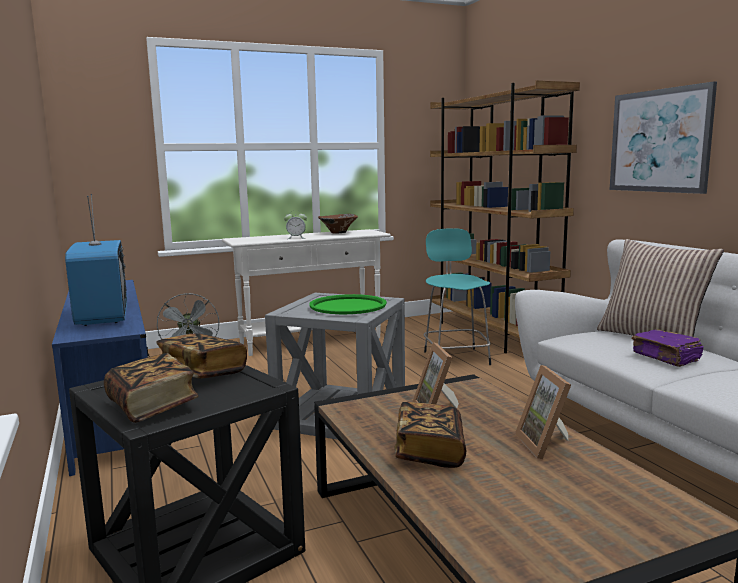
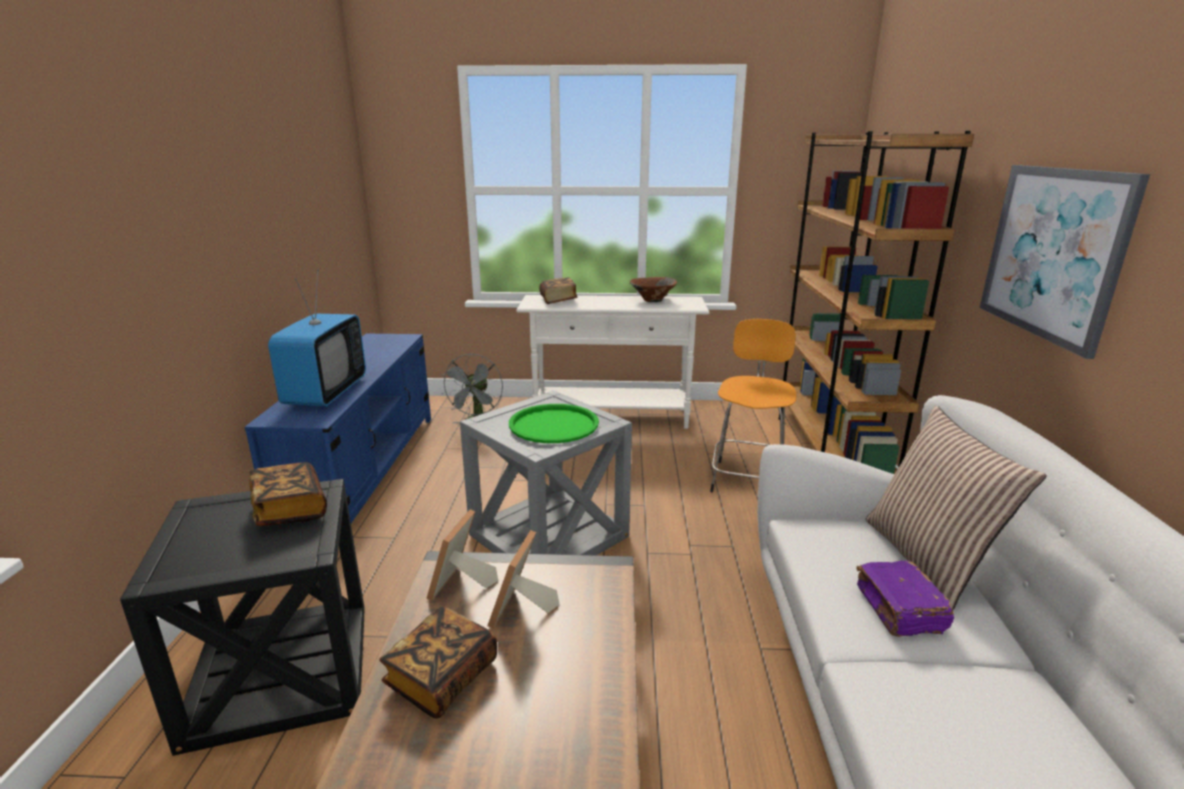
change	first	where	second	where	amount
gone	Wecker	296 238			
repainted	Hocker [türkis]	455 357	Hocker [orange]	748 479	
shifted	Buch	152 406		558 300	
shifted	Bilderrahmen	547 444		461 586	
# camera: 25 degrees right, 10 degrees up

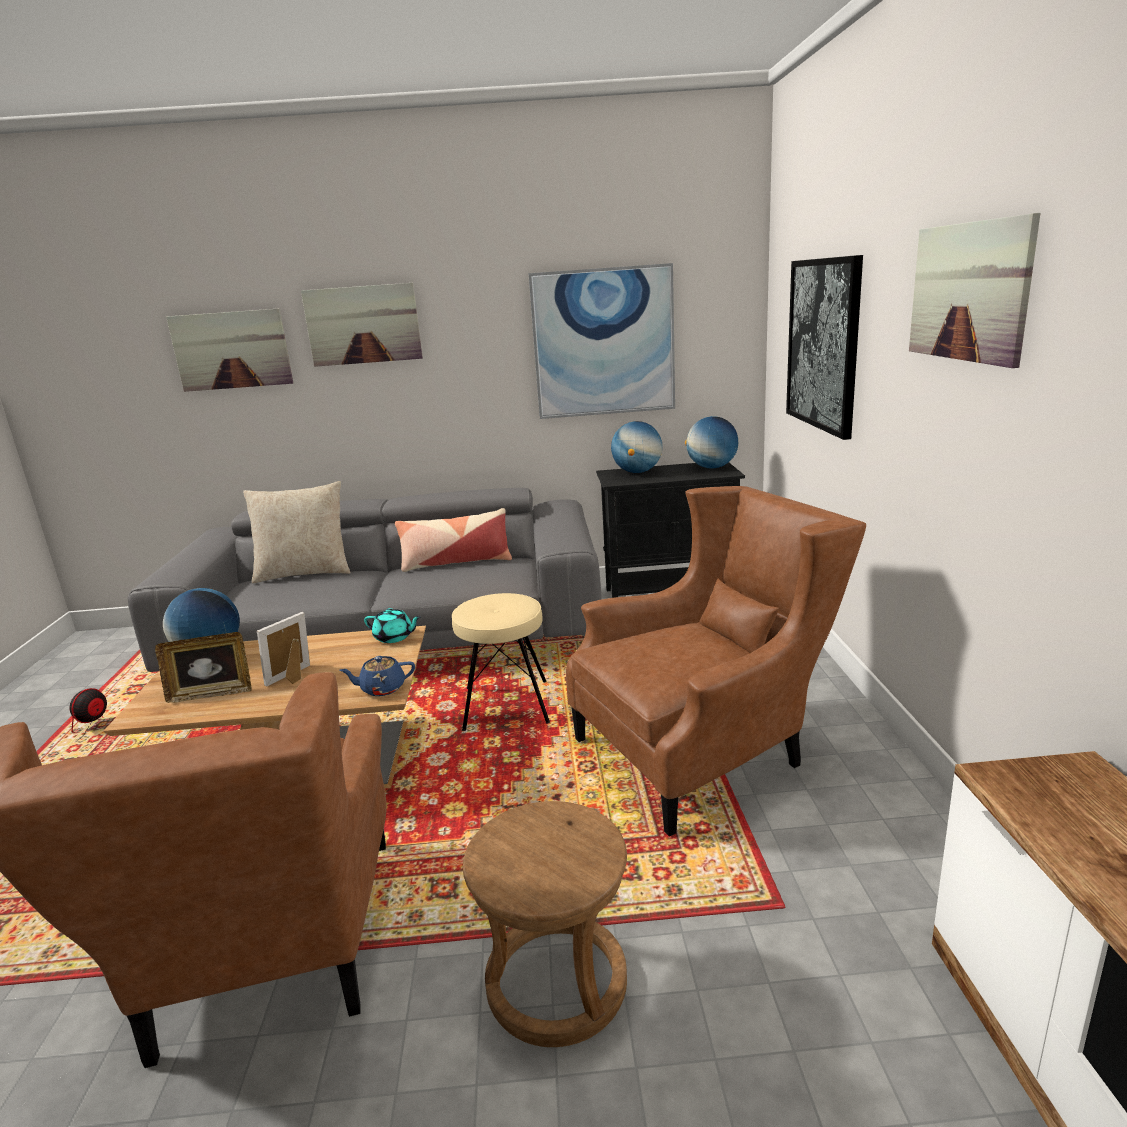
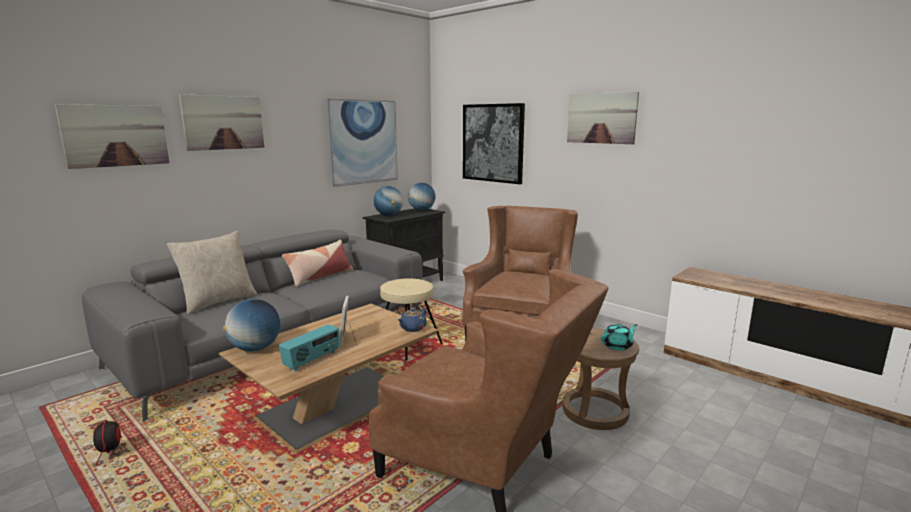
change	first	where	second	where	amount
shifted	Teekanne [türkis]	394 637		617 346	
swapped	Bilderrahmen	211 694	Radio	312 360	
# camera: 45 degrees left, 5 degrees down

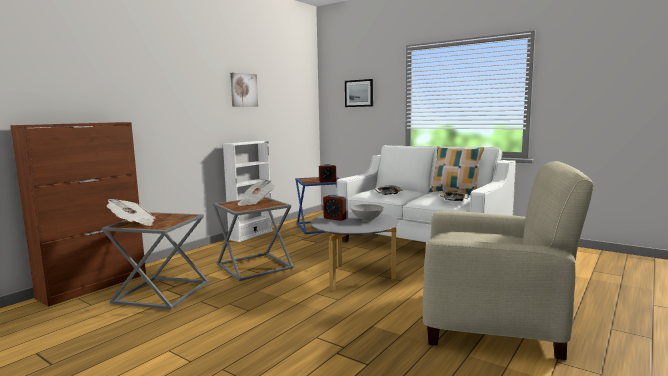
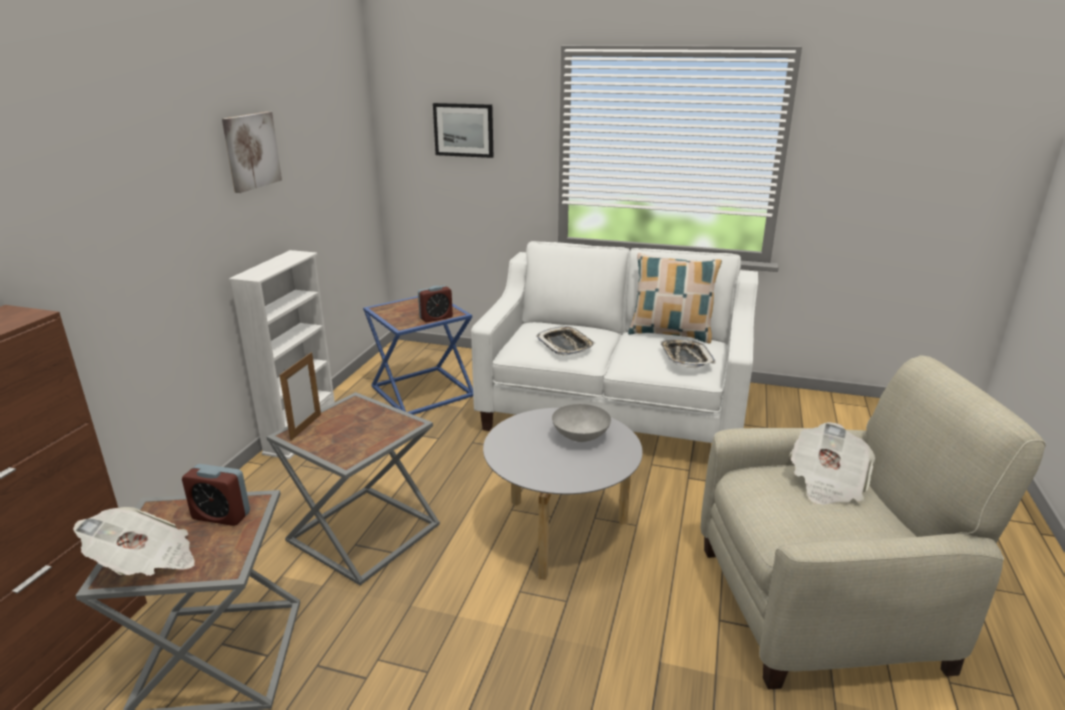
change	first	where	second	where	amount
shifted	Zeitung	256 202		827 483	
shifted	Wecker	335 218		221 516	
new			Bilderrahmen	306 427	
# camera: 20 degrees left, 15 degrees up

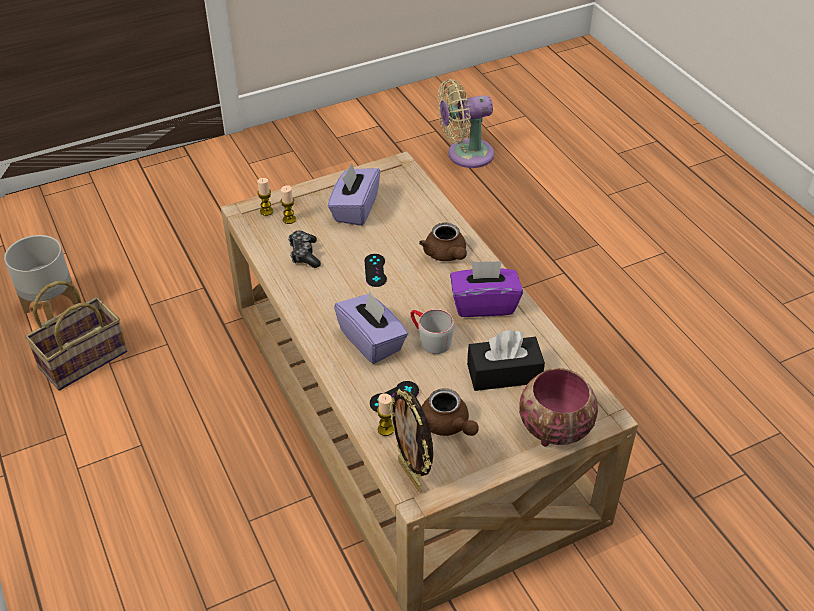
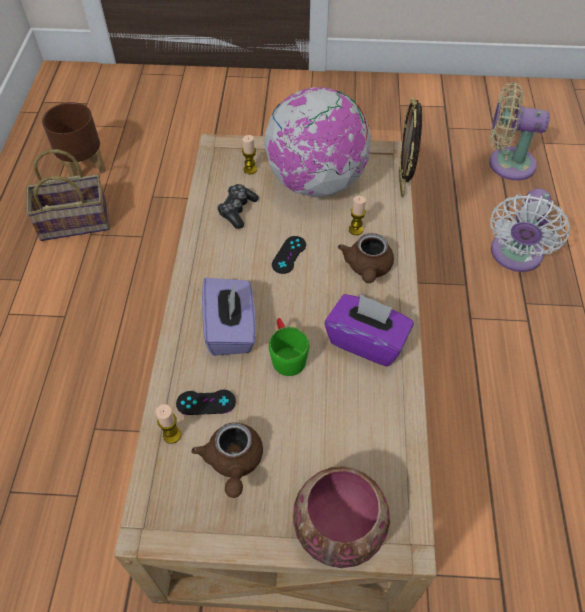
change	first	where	second	where	amount
swapped	Taschentuchbox [lila]	354 209	Globus	316 183	
shifted	Kerze	266 211		356 230	
repainted	Pflanzkübel [grau]	52 306	Pflanzkübel [braun]	84 168	
repainted	Henkelbecher [grau]	429 339	Henkelbecher [grün]	286 354	
gone	Taschentuchbox [schwarz]	504 373			
shifted	Bilderrahmen	411 475		402 184	
new			Ventilator [weiß]	514 256	
# camera: 30 degrees right, 10 degrees up

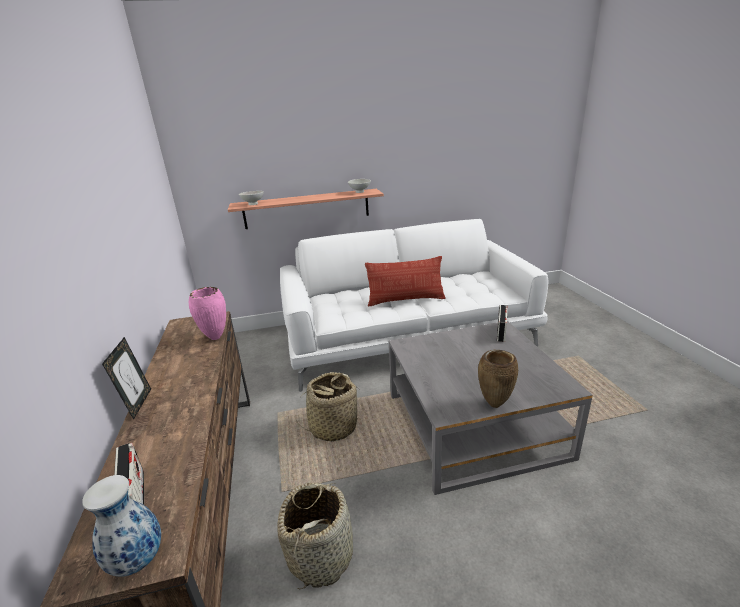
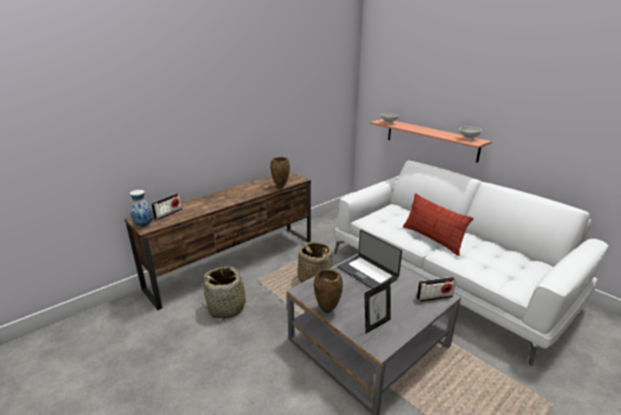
change	first	where	second	where	amount
repainted	Vase [rosa]	215 338	Vase [braun]	280 186	
shifted	Bilderrahmen	138 404		376 324	
new			Laptop	368 272	
# camera: 60 degrees right, 0 degrees up

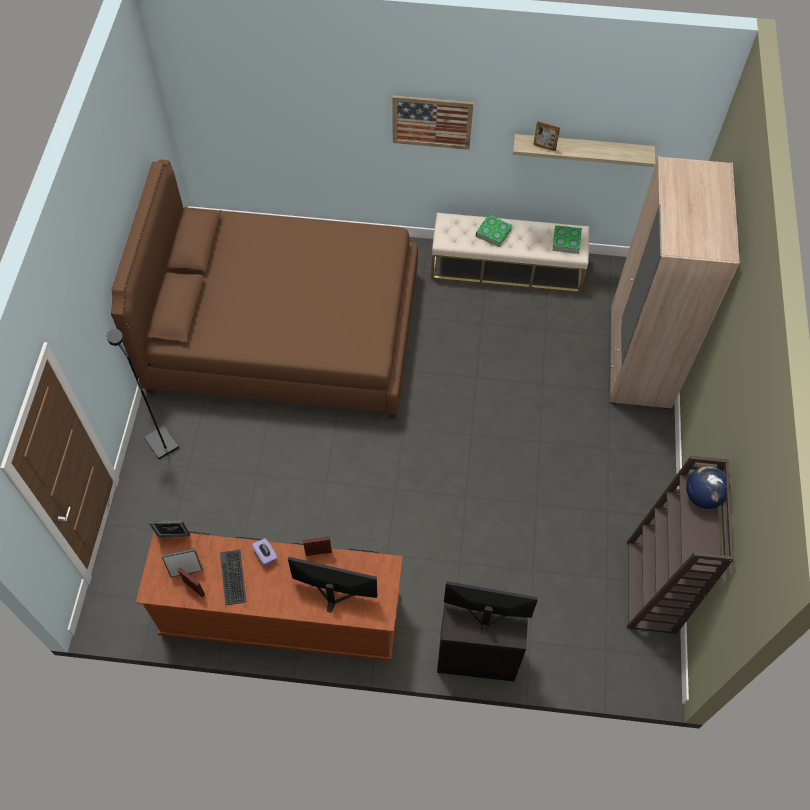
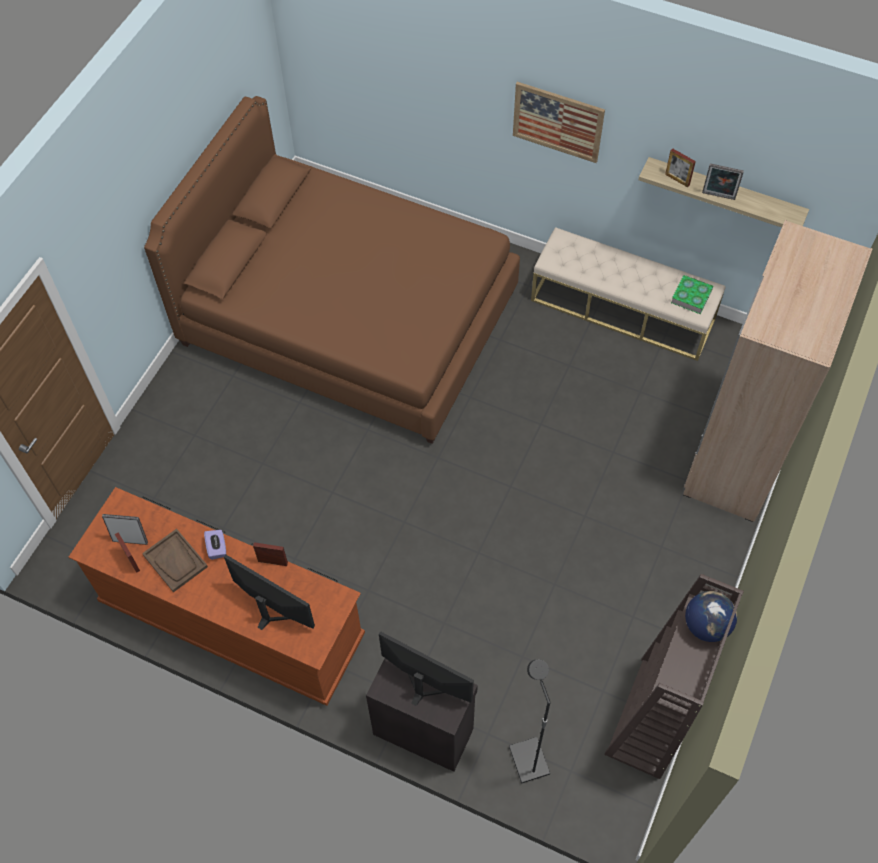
change	first	where	second	where	amount
gone	Buch	493 233			
shifted	Stehlampe [schwarz]	160 443		527 760	
shifted	Bilderrahmen	173 537		718 197	
swapped	Tastatur	233 577	Tablett [braun]	175 561	
# camera: 20 degrees right, 0 degrees up

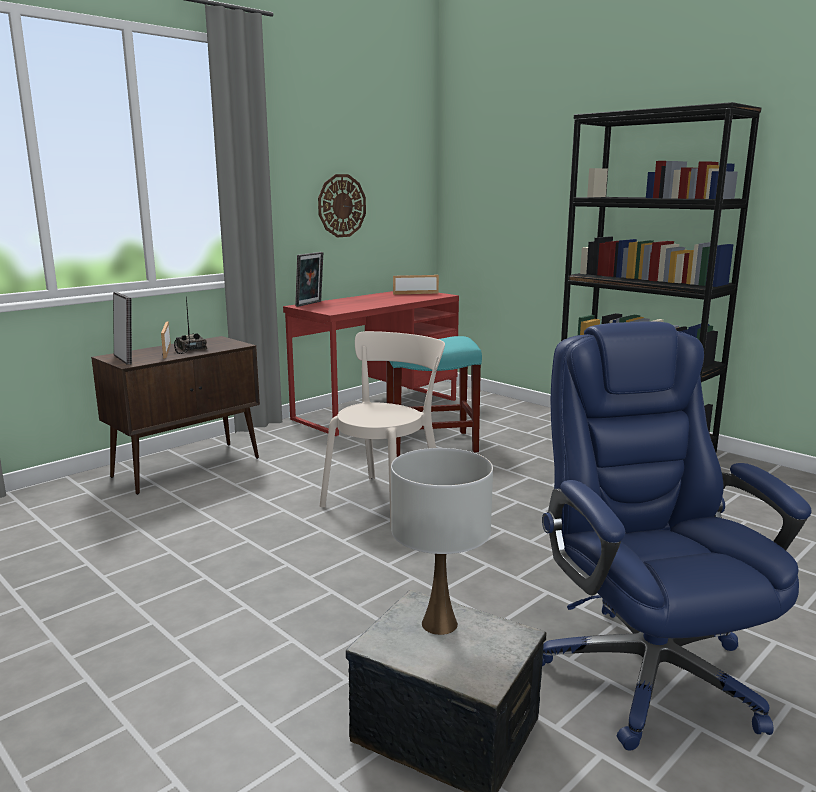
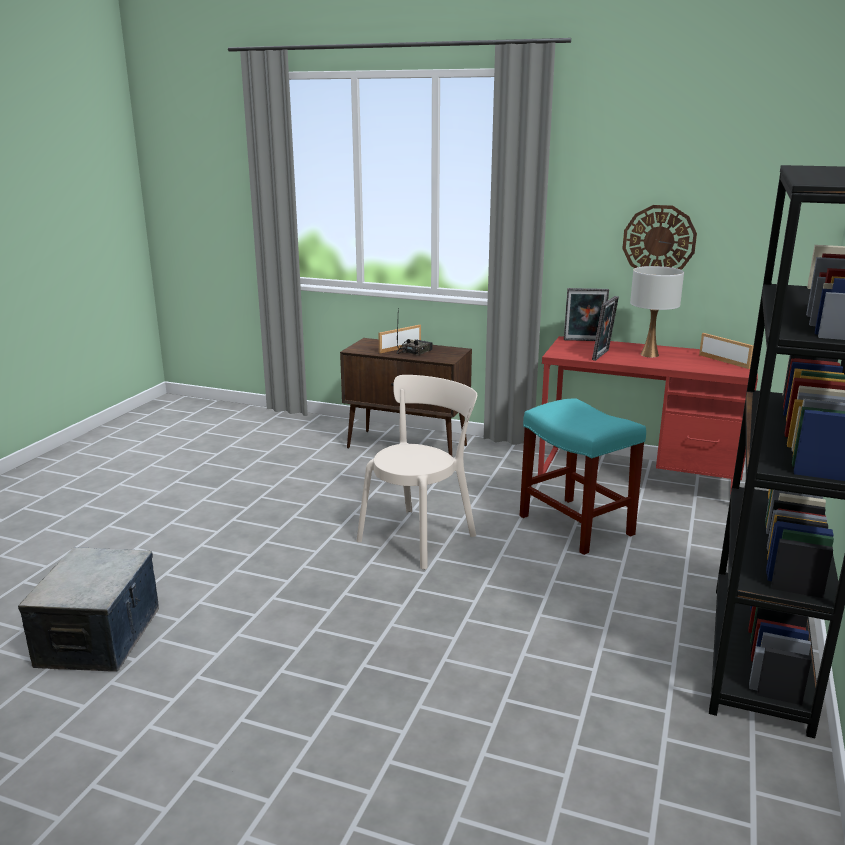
change	first	where	second	where	amount
shifted	Bilderrahmen	126 359		603 355	
gone	Bürostuhl [blau]	647 670			
rotated	Stuhl [beige]	386 499		420 536	60 degrees counterclockwise
shifted	Tischlampe [weiß]	439 624		649 354	
# camera: 65 degrees right, 5 degrees up

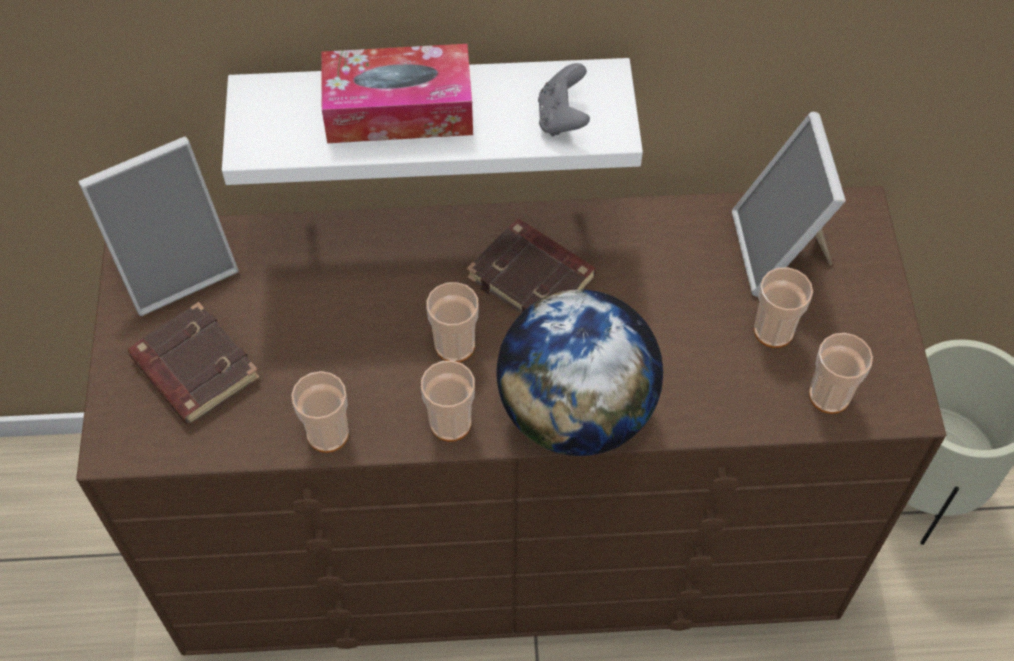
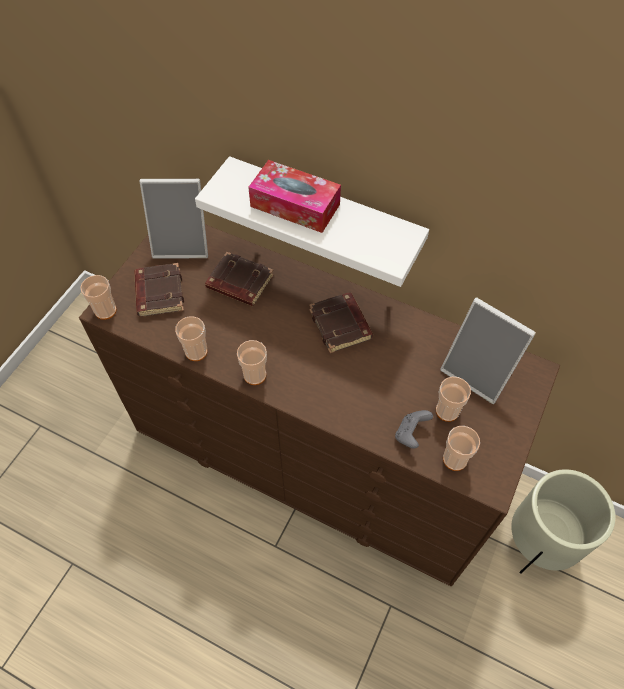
change	first	where	second	where	amount
shifted	Gamepad [grau]	562 118		410 434	
rotated	Bilderrahmen	780 251		478 372	75 degrees counterclockwise
shifted	Tasse	455 345		105 310	
gone	Globus	576 412			
new			Buch [braun]	239 283	
# camera: 30 degrees right, 0 degrees up

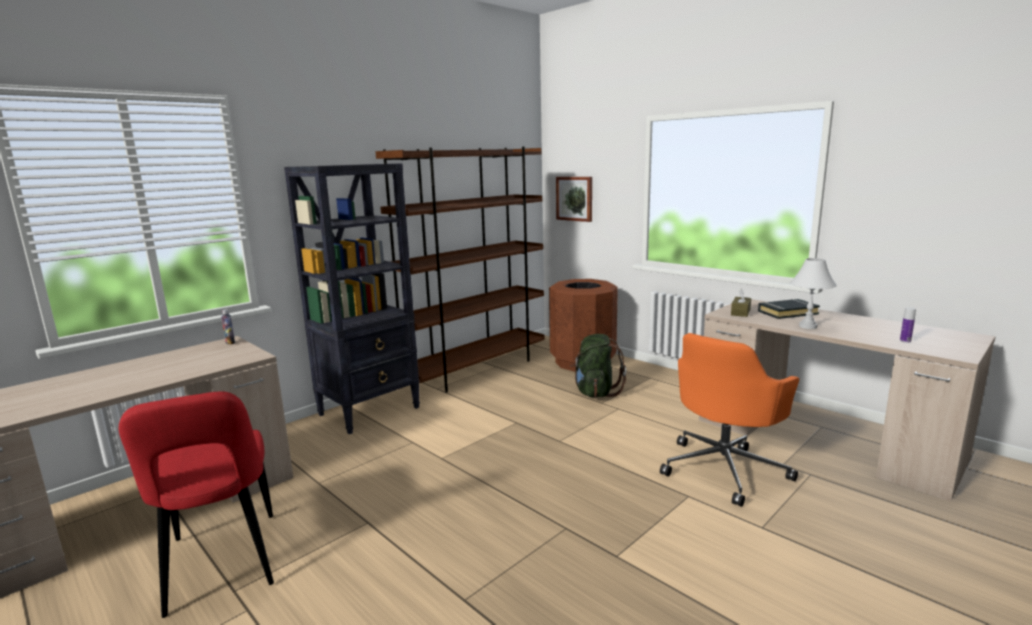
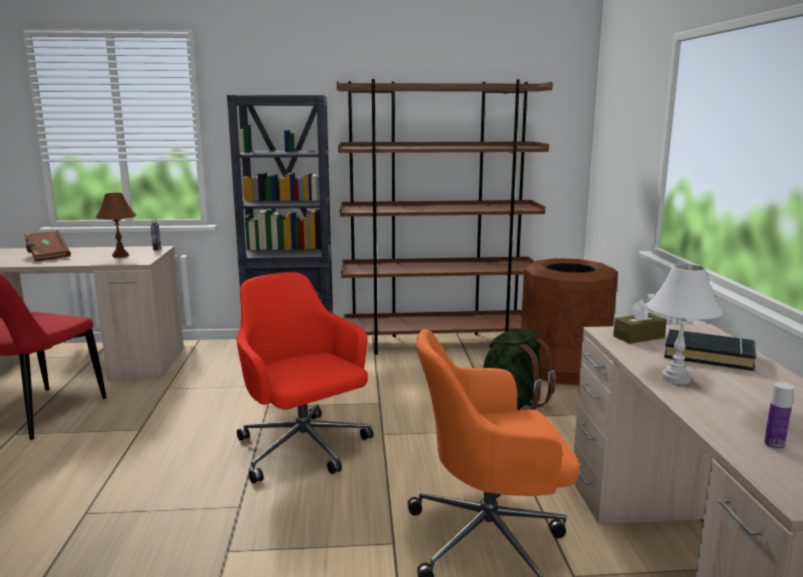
change	first	where	second	where	amount
gone	Bild	575 198			
new			Tischlampe [braun]	120 255	
new			Buch [braun]	47 256	
new			Bürostuhl [rot]	304 449	
# camera: 40 degrees right, 0 degrees up

